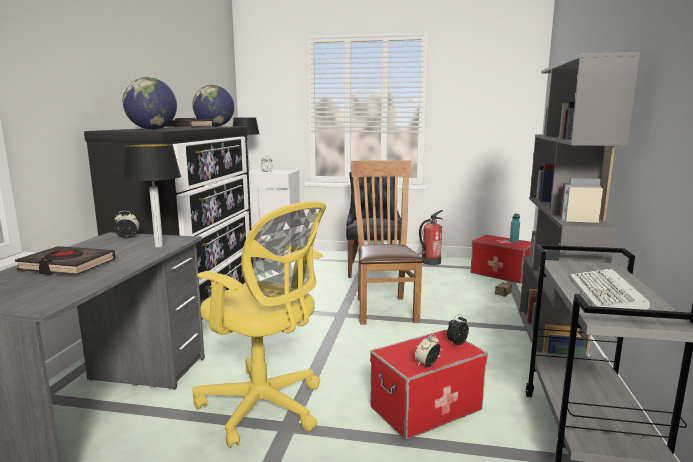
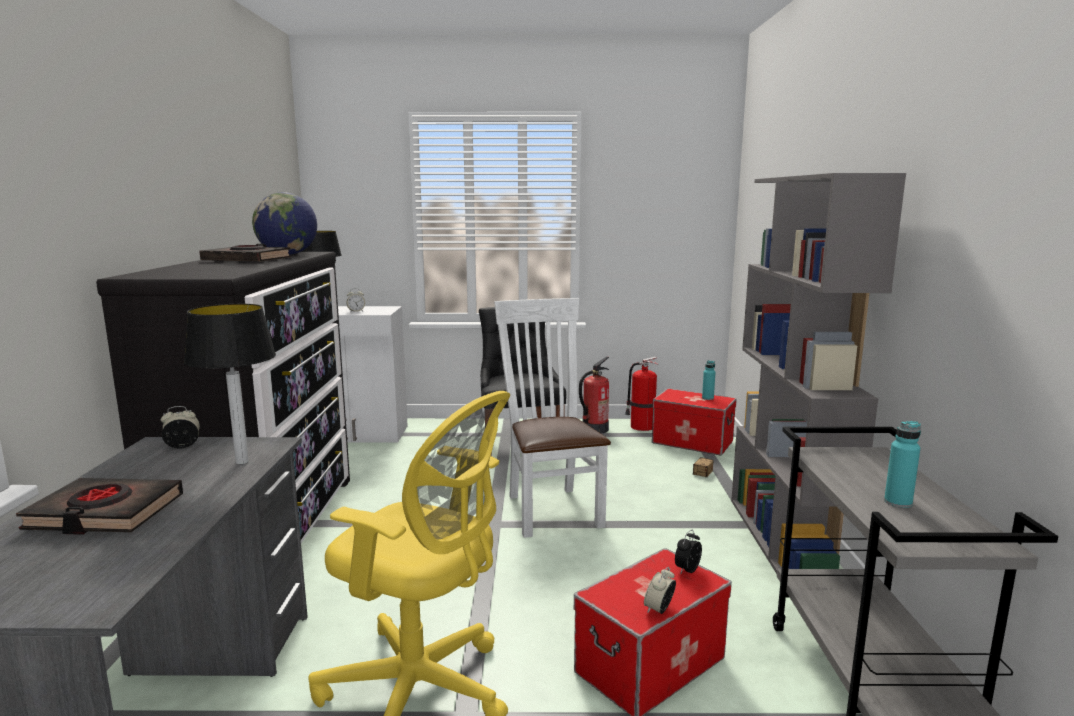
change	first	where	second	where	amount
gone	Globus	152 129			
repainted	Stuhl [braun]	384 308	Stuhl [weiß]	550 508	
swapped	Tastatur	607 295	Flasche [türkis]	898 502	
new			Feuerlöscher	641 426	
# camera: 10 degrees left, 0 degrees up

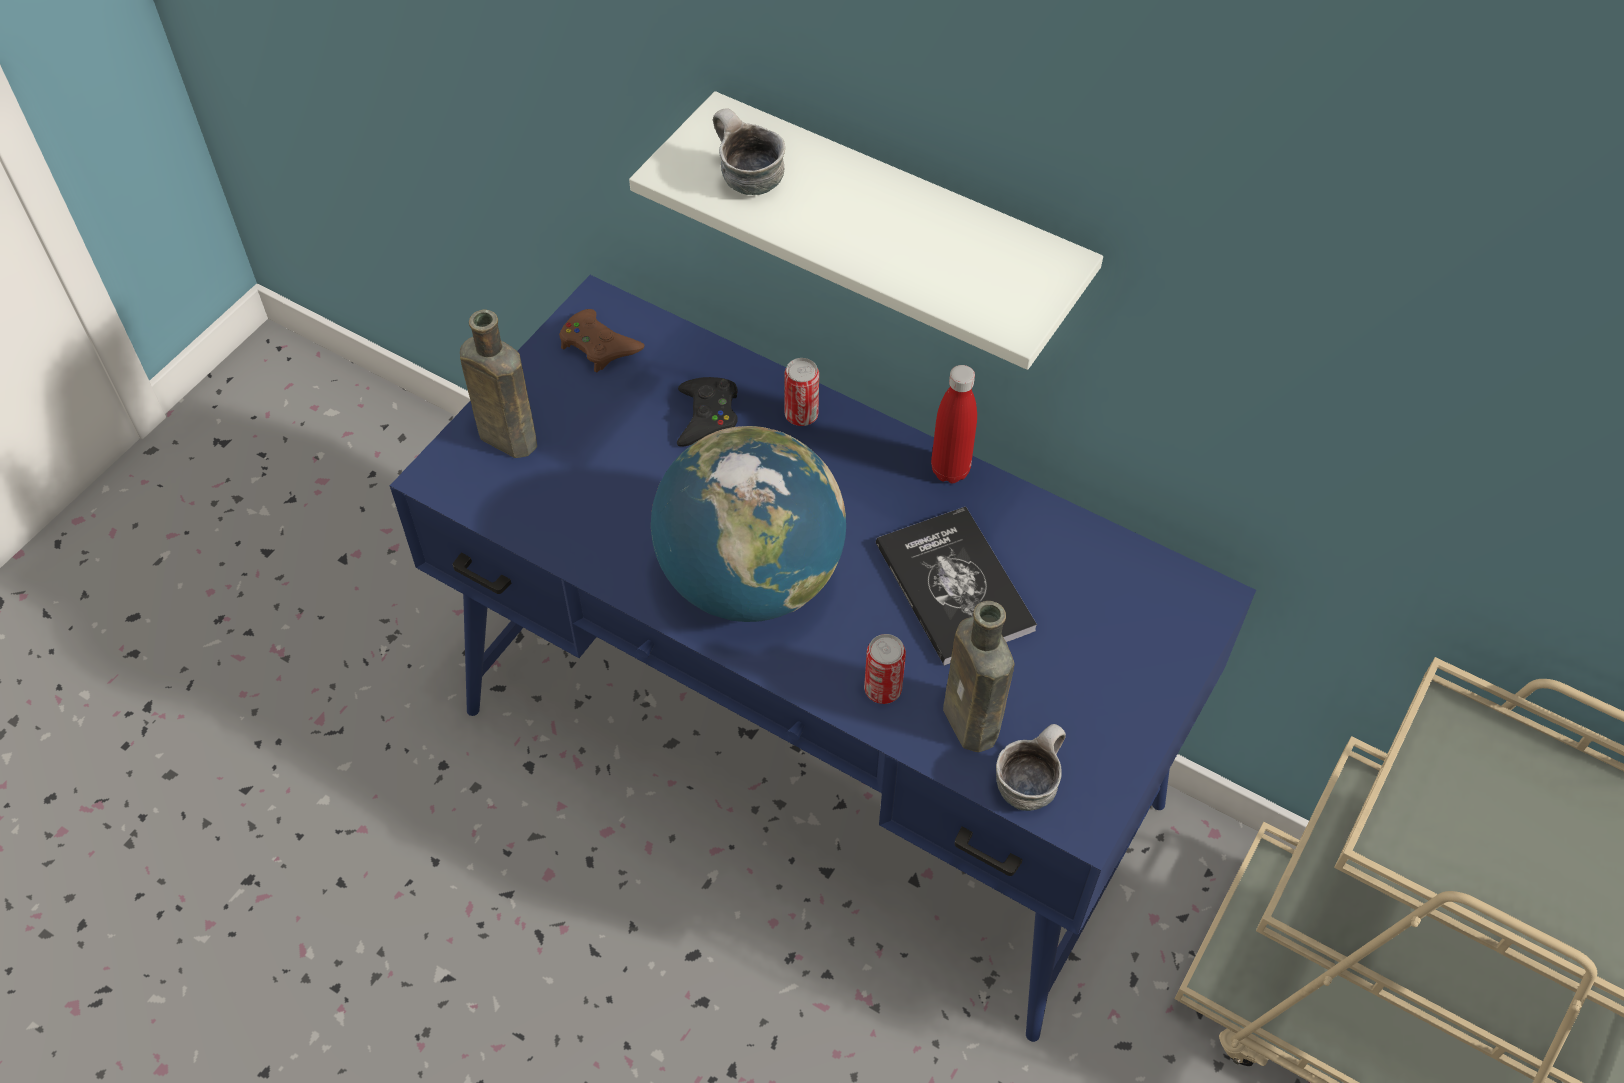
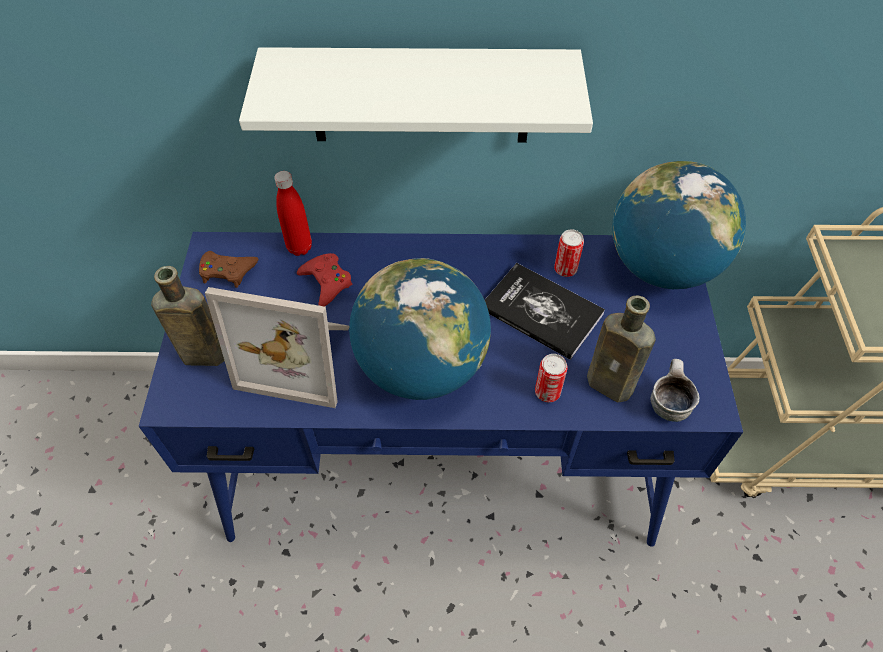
change	first	where	second	where	amount
gone	Henkelbecher	744 179			
shifted	Dose	801 415		565 269	
shifted	Flasche [rot]	950 470		299 248	
repainted	Gamepad [schwarz]	707 417	Gamepad [rot]	326 282	
new			Globus	661 267	
new			Bilderrahmen	300 356	
# camera: 30 degrees left, 0 degrees up

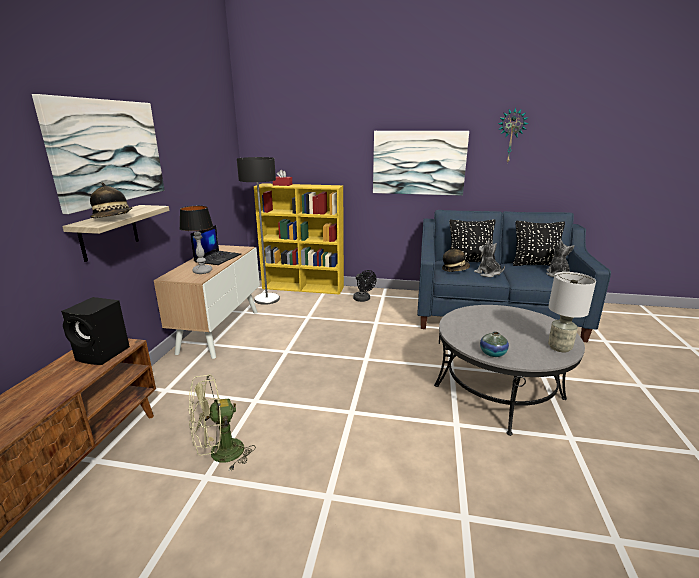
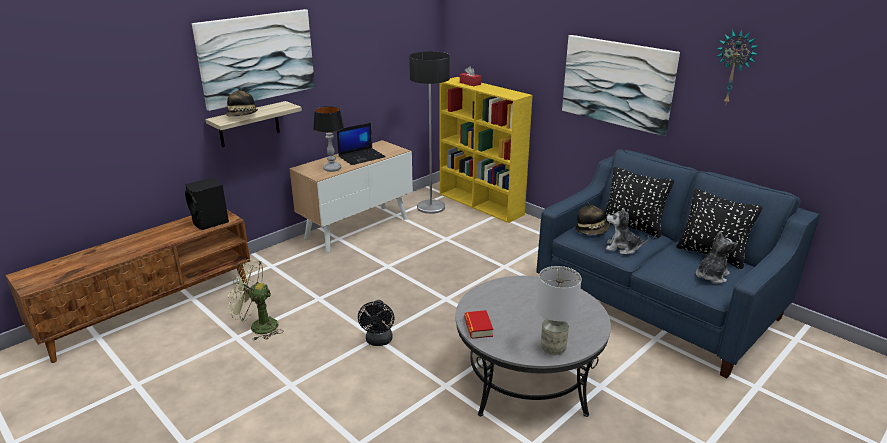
change	first	where	second	where	amount
rotated	Plüschtier	488 274		622 248	75 degrees counterclockwise
shifted	Ventilator [schwarz]	363 299		378 341	
swapped	Vase	492 353	Buch	478 327	
# camera: 35 degrees right, 5 degrees up

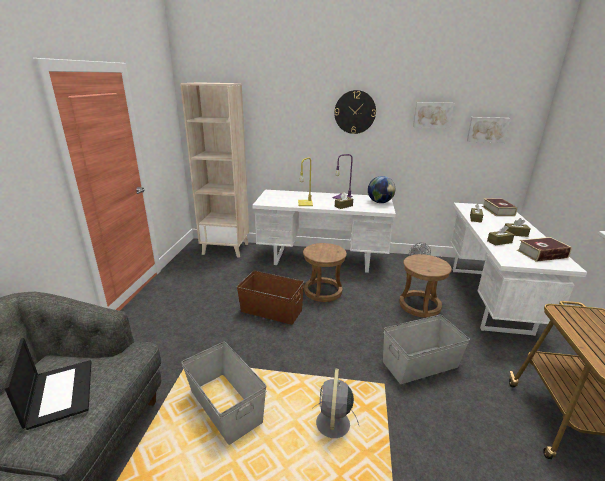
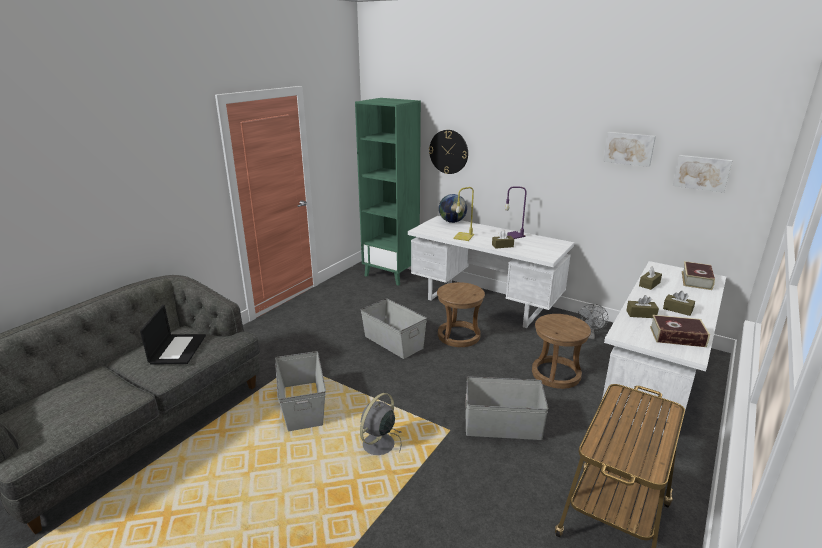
change	first	where	second	where	amount
repainted	Bücherregal [beige]	226 249	Bücherregal [grün]	391 274	
shifted	Wanduhr	355 112		448 151	
shifted	Globus	380 202		452 221	
repainted	Aufbewahrungsbox [braun]	271 310	Aufbewahrungsbox [grau]	393 341	
# camera: 25 degrees right, 0 degrees up

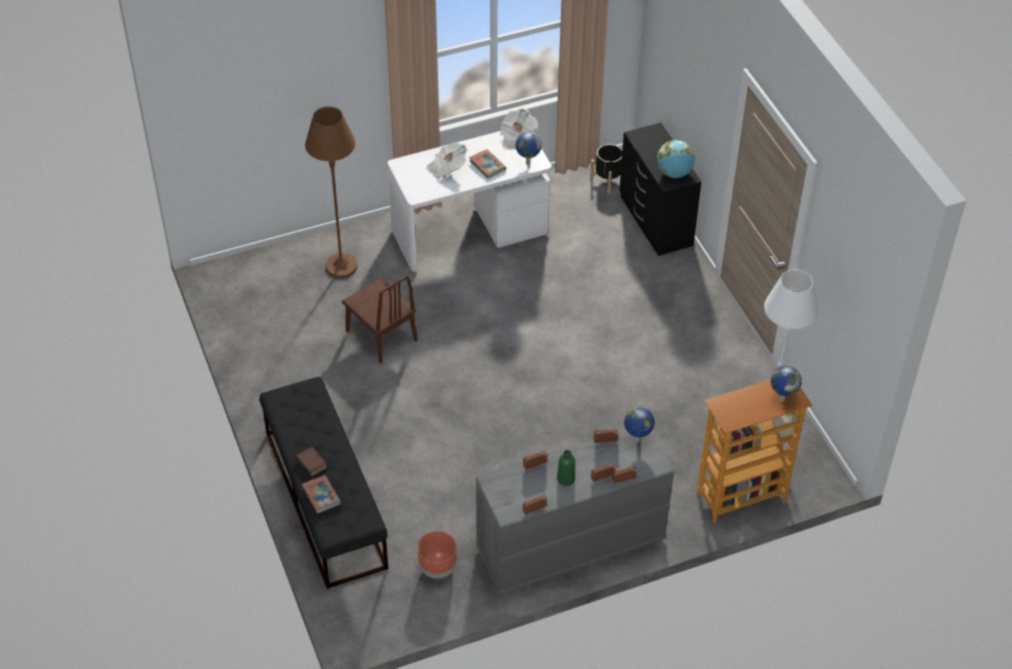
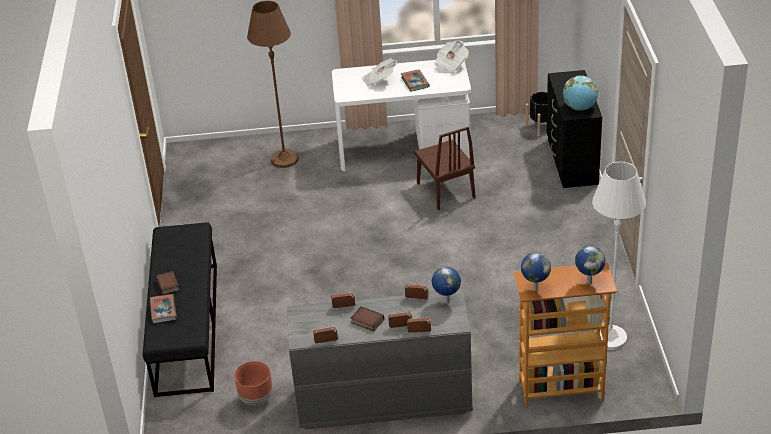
change	first	where	second	where	amount
shifted	Globus	527 163		534 289	
shifted	Stuhl [braun]	381 336		445 190	
swapped	Flasche [grün]	566 478	Buch	366 321	
# camera: 20 degrees right, 10 degrees down

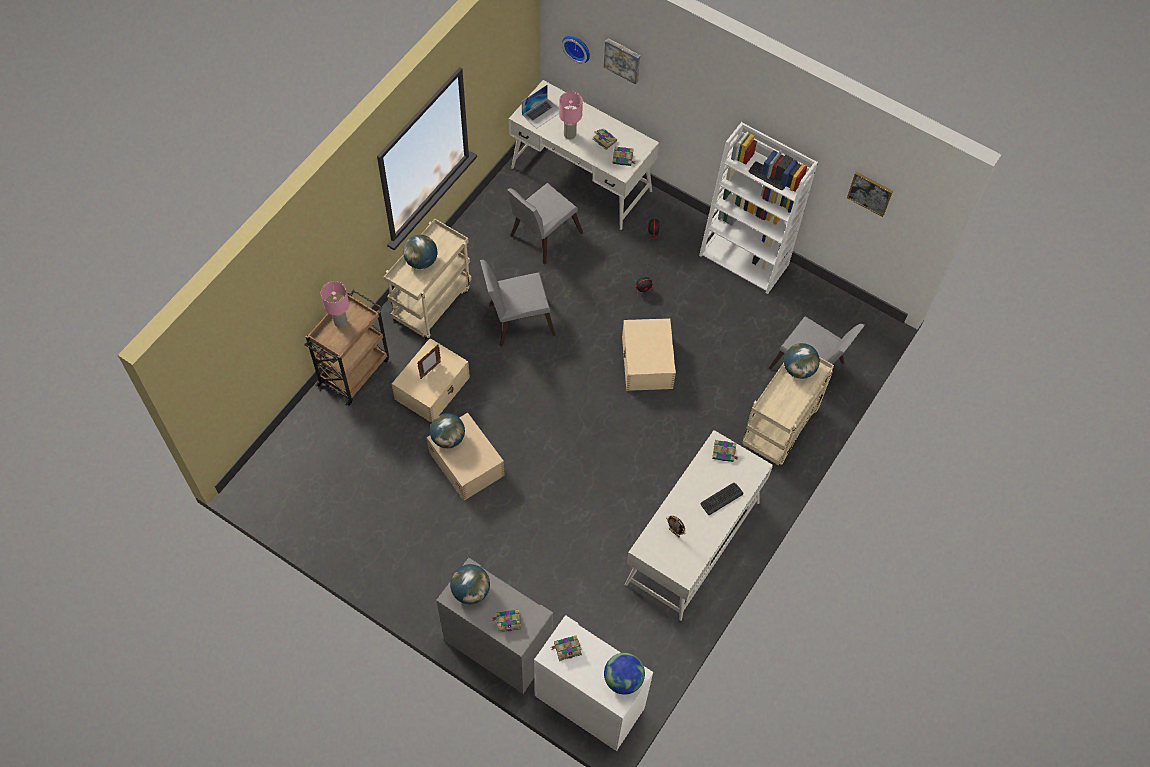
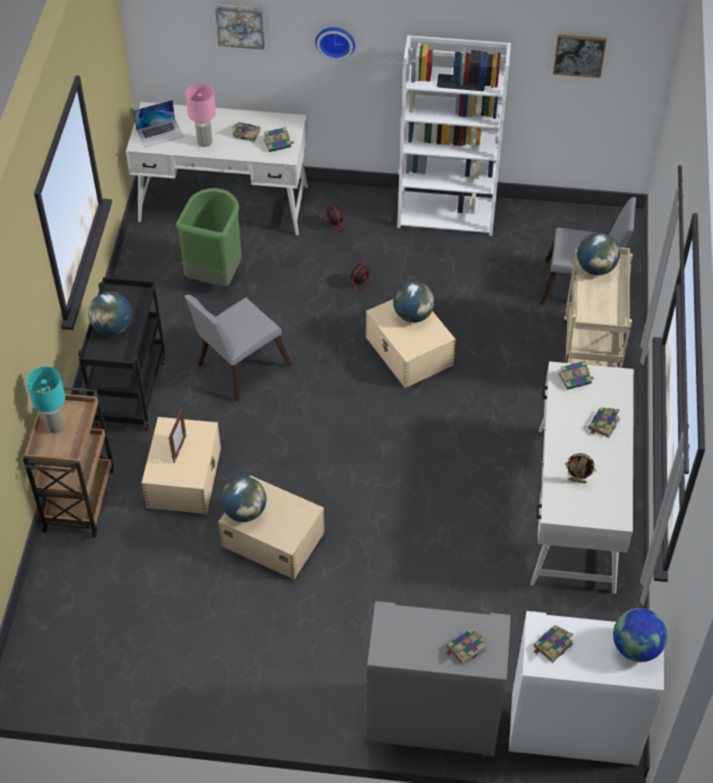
change	first	where	second	where	amount
shifted	Wanduhr	577 47		335 41	
rotated	Laptop	541 113		160 133	45 degrees clockwise
swapped	Stuhl [grau]	542 236	Mülleimer [grün]	215 274	
repainted	Rollwagen [beige]	432 303	Rollwagen [schwarz]	130 390	
repainted	Tischlampe [rosa]	341 322	Tischlampe [türkis]	55 426	
swapped	Tastatur	721 498	Buch	603 424	
shifted	Globus	470 591		412 315	
# camera: 25 degrees left, 10 degrees down

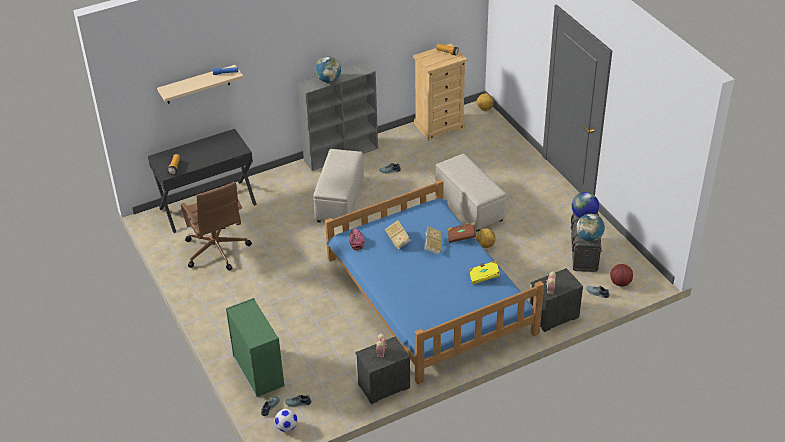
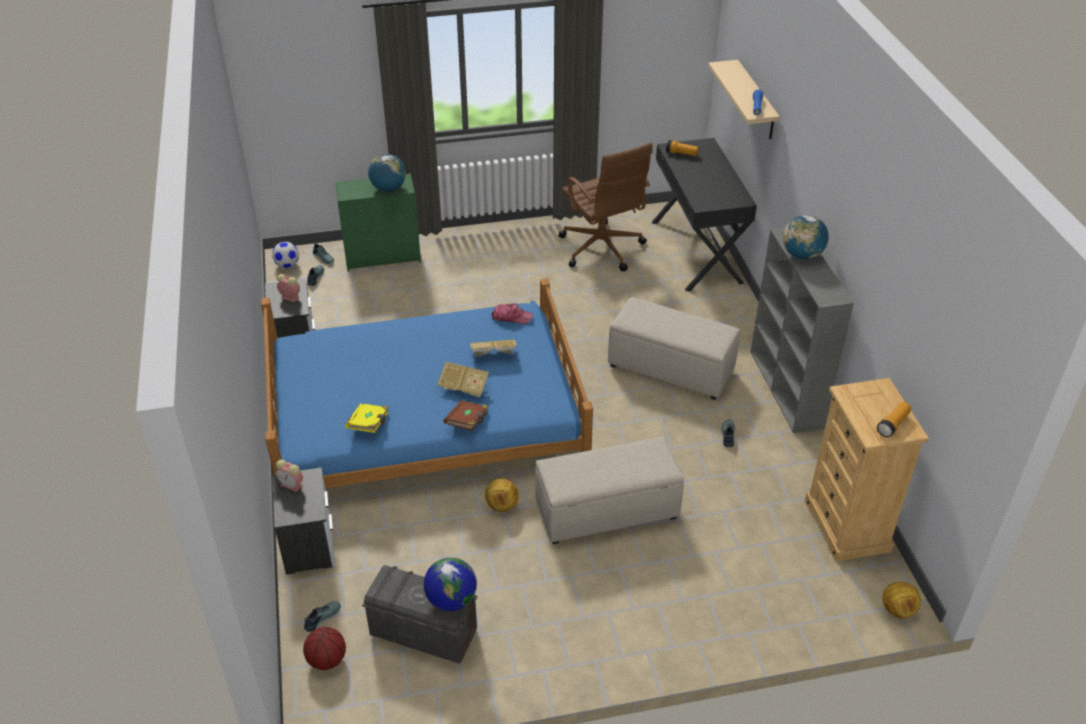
change	first	where	second	where	amount
rotated	Bürostuhl [braun]	217 251		602 249	105 degrees counterclockwise
shifted	Globus	589 237		388 188	
# camera: 105 degrees right, 0 degrees up

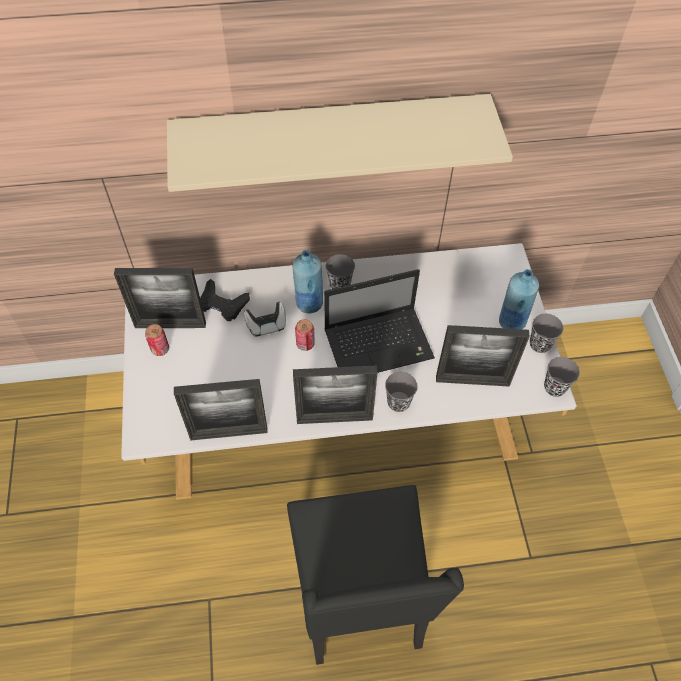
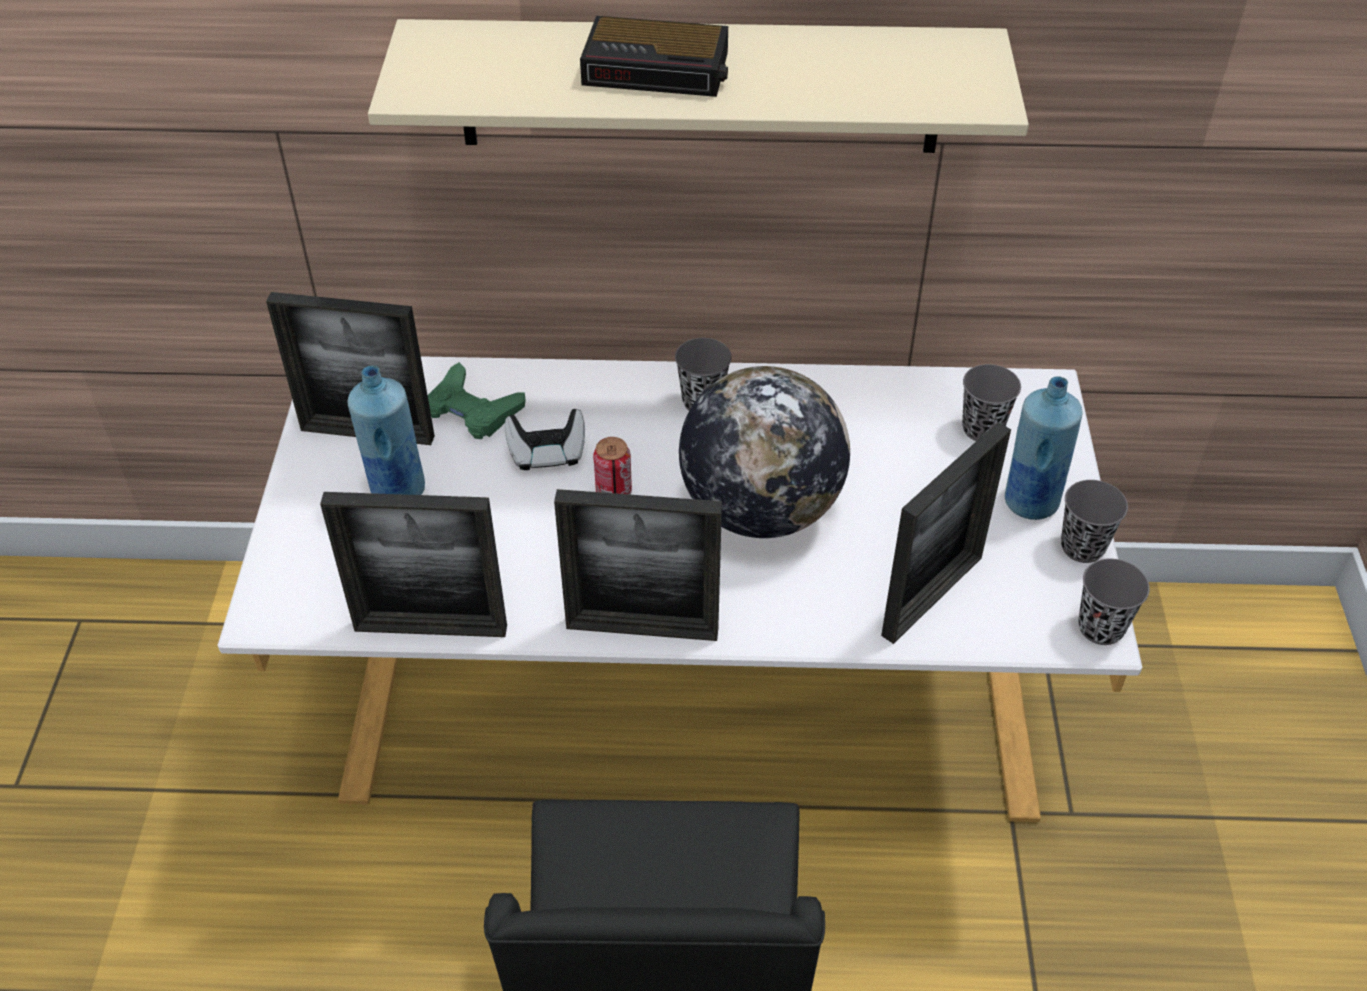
change	first	where	second	where	amount
shifted	Flasche [blau]	309 303		397 490	
swapped	Laptop	380 344	Globus	760 509	
repainted	Gamepad [schwarz]	222 304	Gamepad [grün]	472 409	
gone	Dose	160 349			
rotated	Bilderrahmen	472 381		932 596	60 degrees counterclockwise
shifted	Tasse [grau]	398 402		982 429	
new			Wecker	659 68	
# camera: 10 degrees right, 10 degrees down

